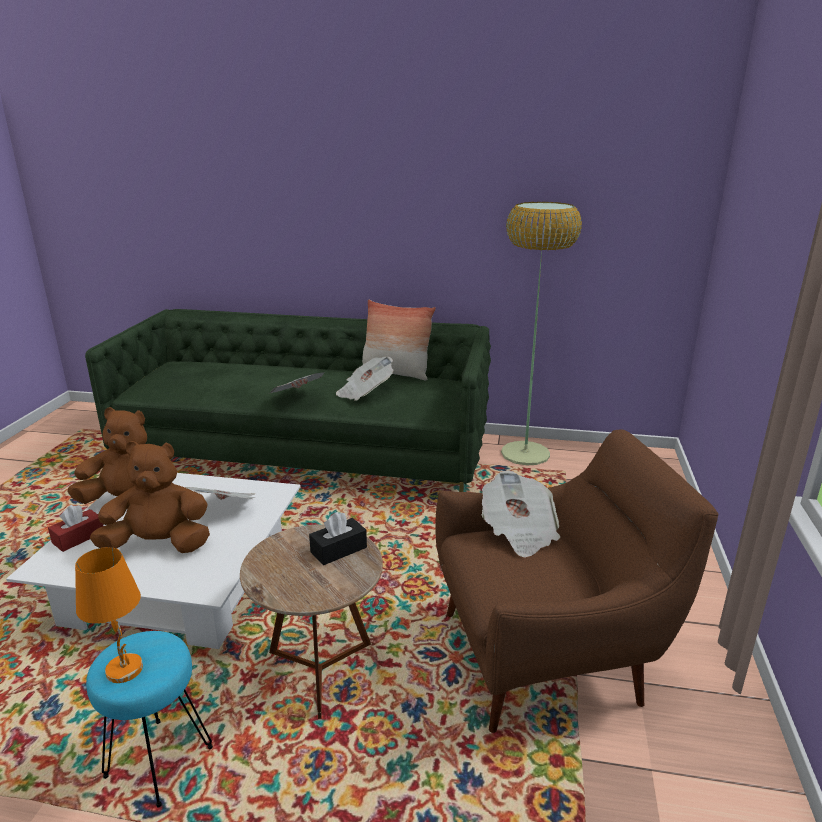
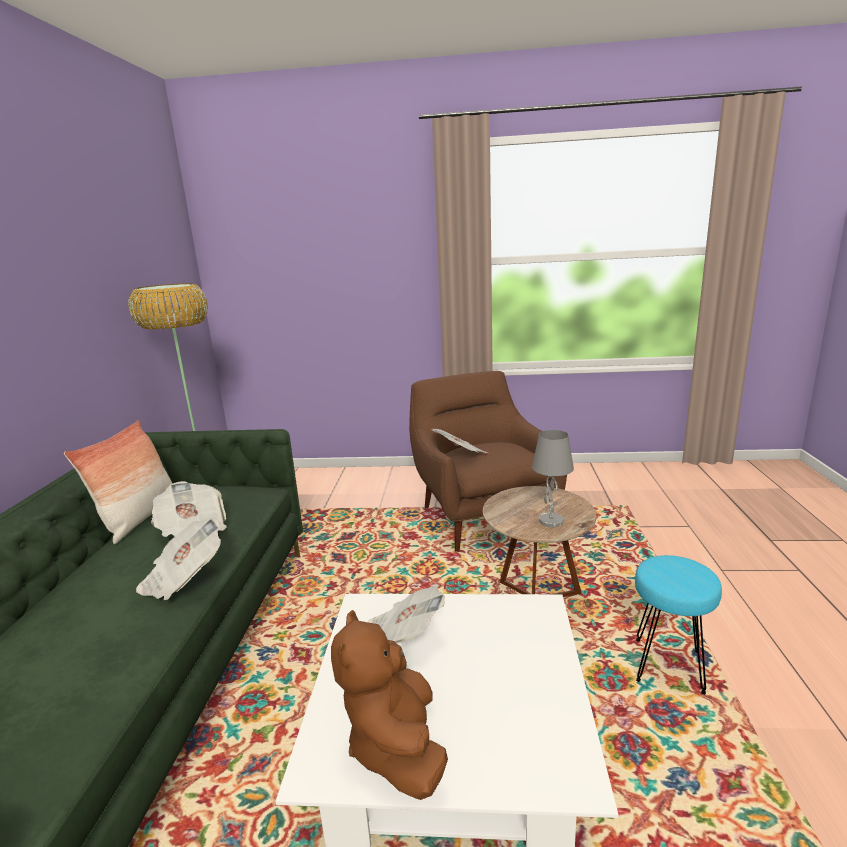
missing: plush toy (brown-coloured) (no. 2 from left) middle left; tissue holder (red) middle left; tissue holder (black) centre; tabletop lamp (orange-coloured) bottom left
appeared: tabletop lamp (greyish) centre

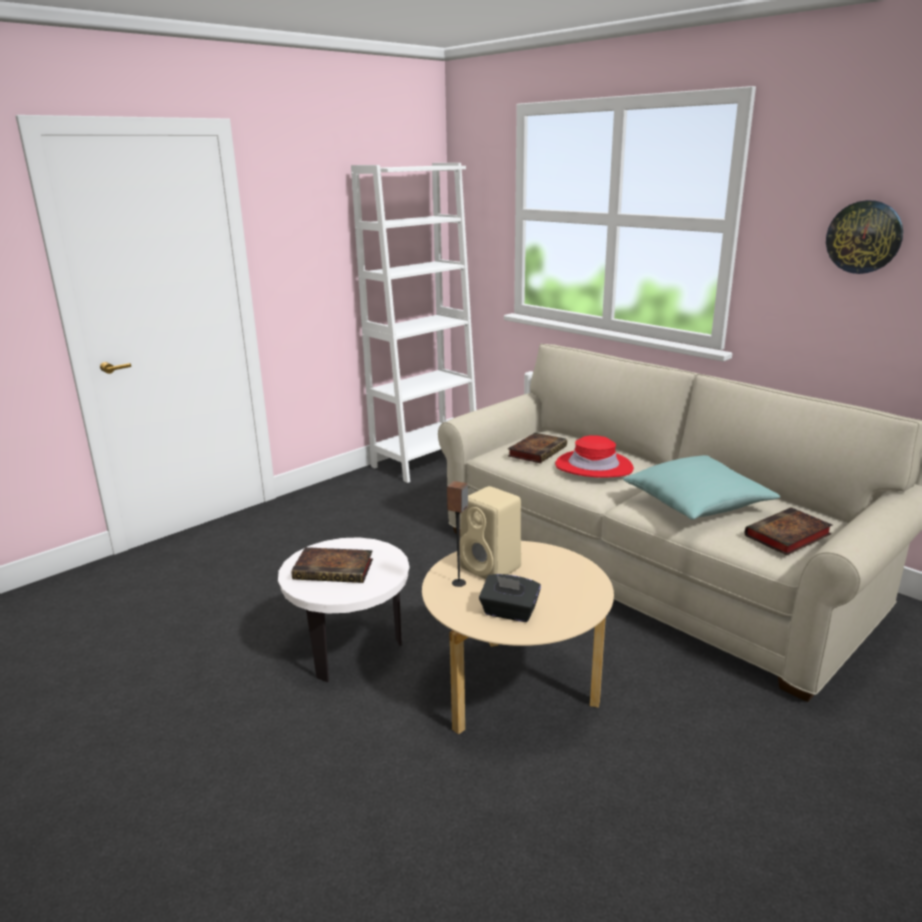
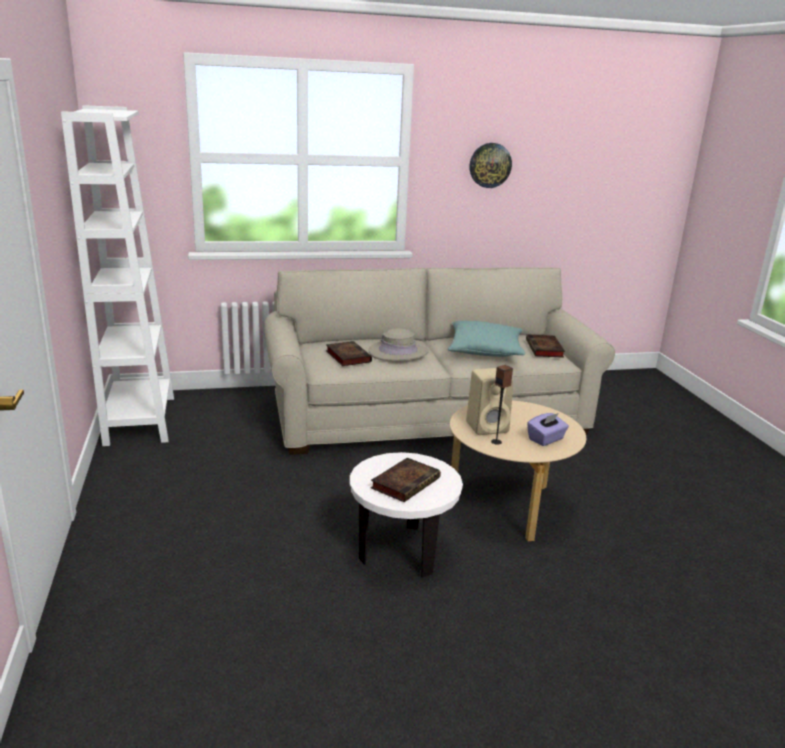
colour: clothing hat (red) centre to clothing hat (beige) centre; tissue holder (black) centre to tissue holder (purple) middle right

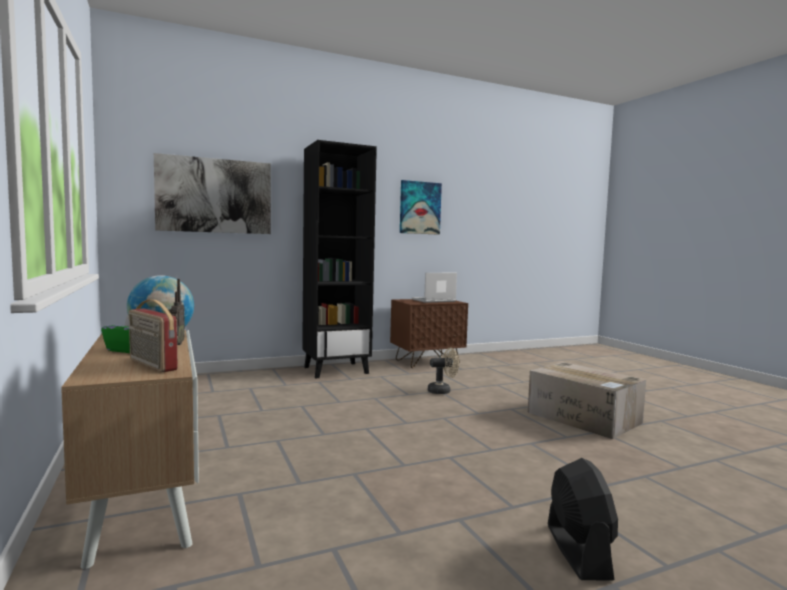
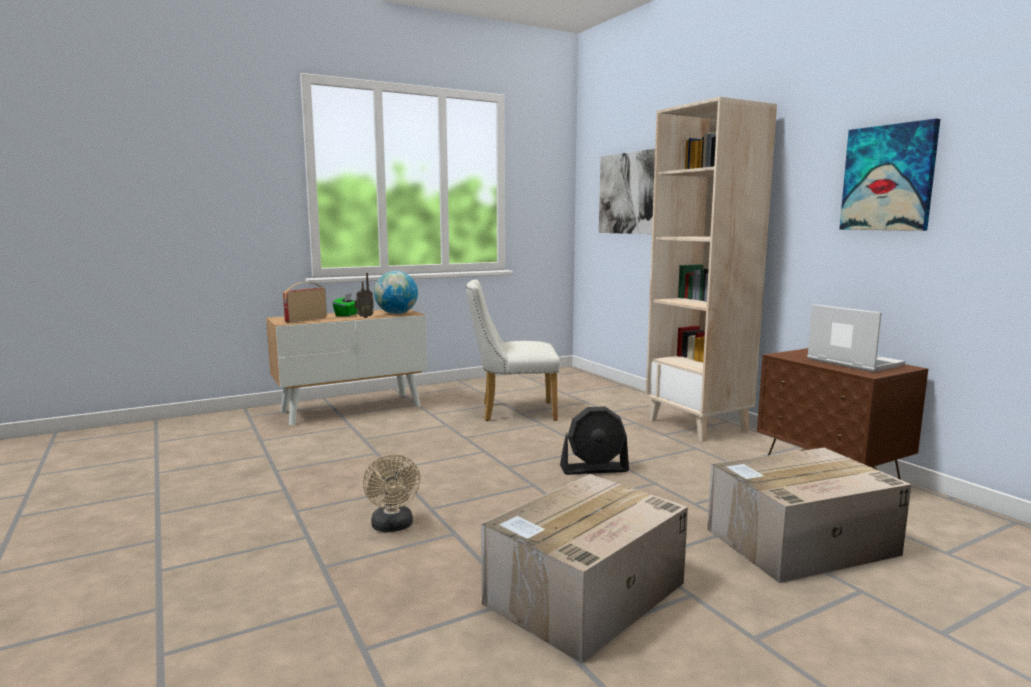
appeared: upright chair (white) centre; cardboard box (no. 2 from left) bottom right
relocated: electric fan (beige) centre to bottom centre; electric fan (black) bottom right to centre
colour: bookcase (black) centre to bookcase (beige) middle right

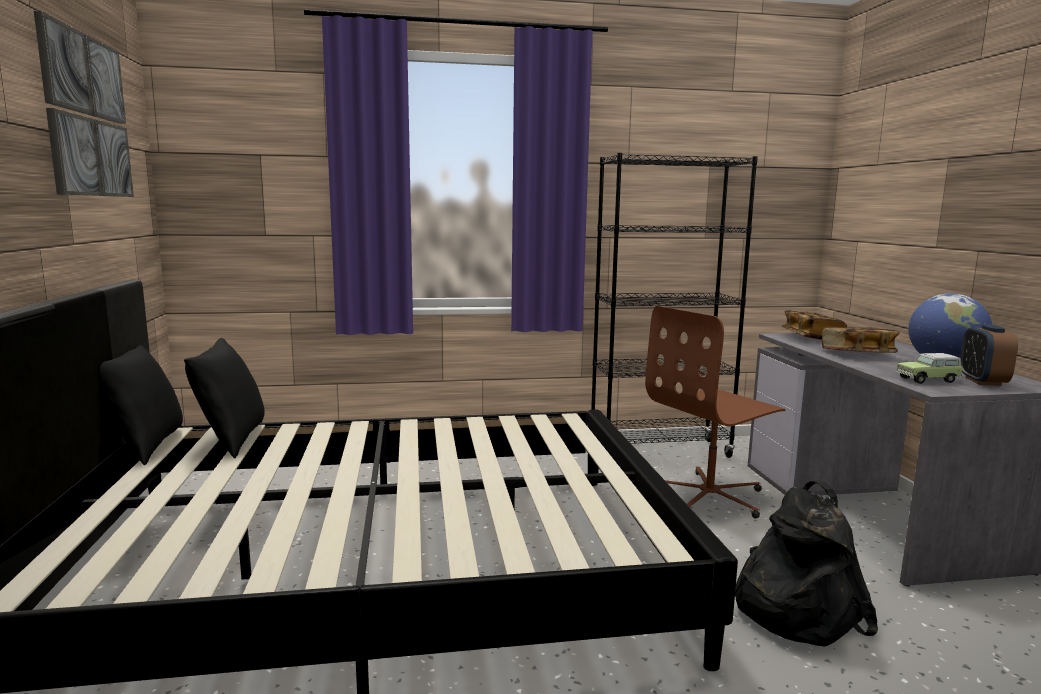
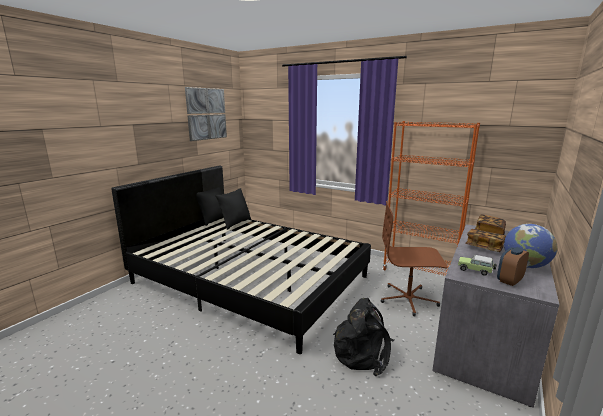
colour: bookcase (black) centre to bookcase (orange-coloured) middle right

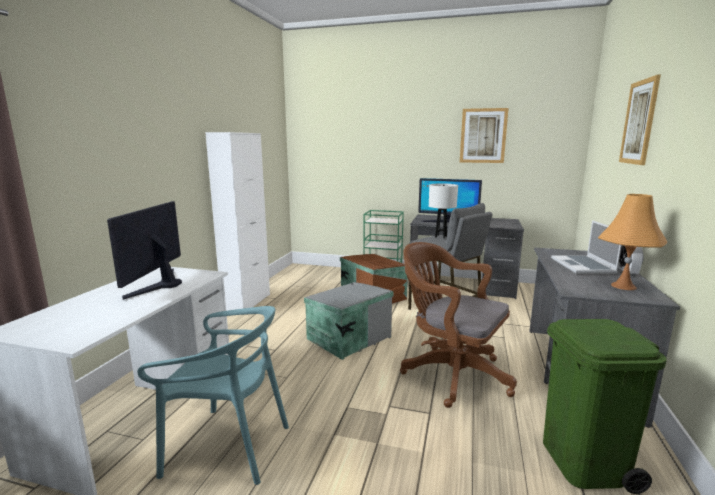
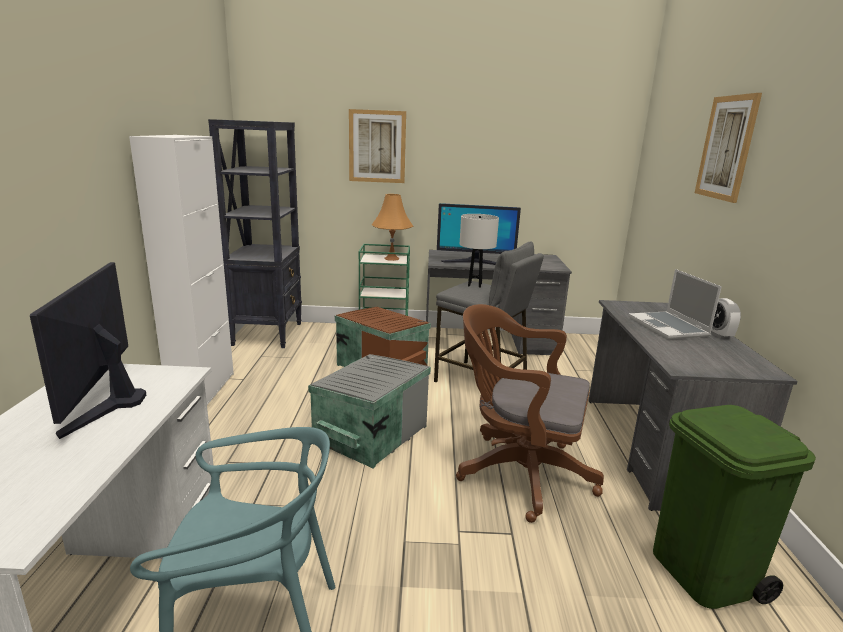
appeared: bookcase (black) middle left
relocated: wall art (no. 1 from left) top right to top centre; tabletop lamp (orange-coloured) middle right to centre

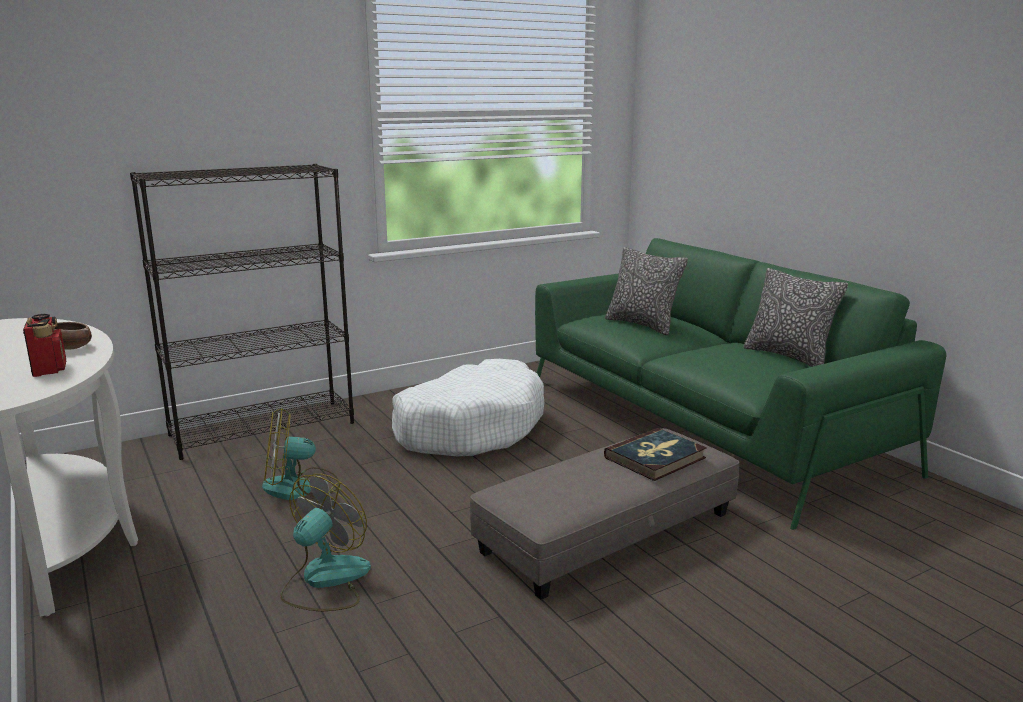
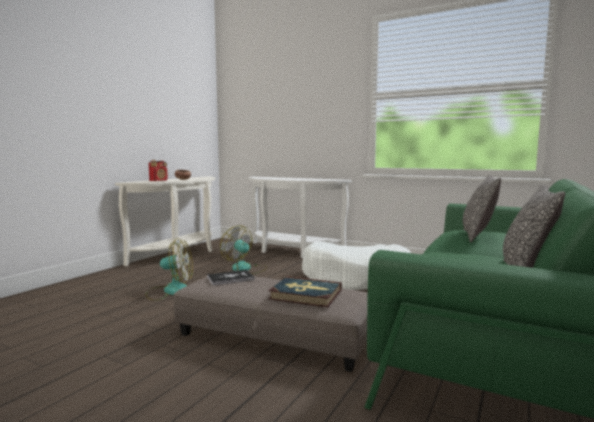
appeared: book (no. 1 from left) centre
exchanged: bookcase (black) middle left to hall table (white) (no. 2 from left) centre

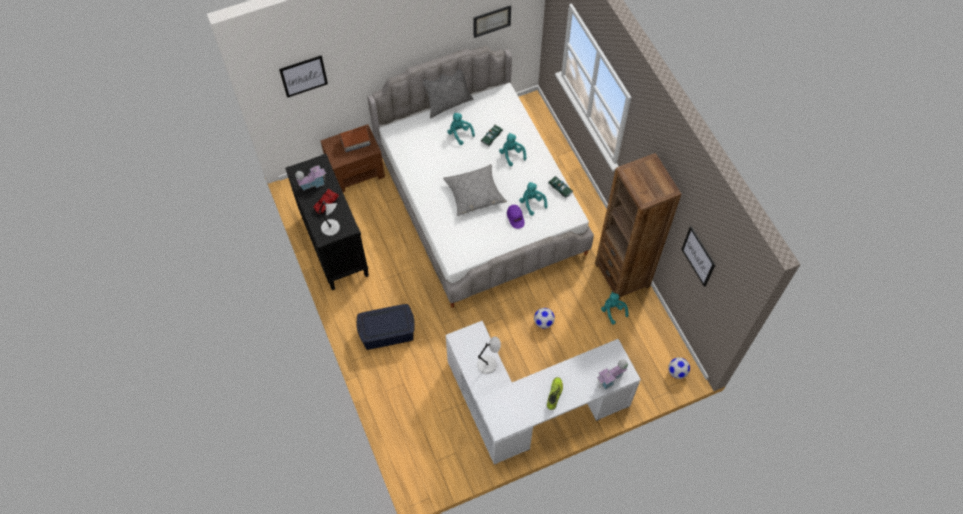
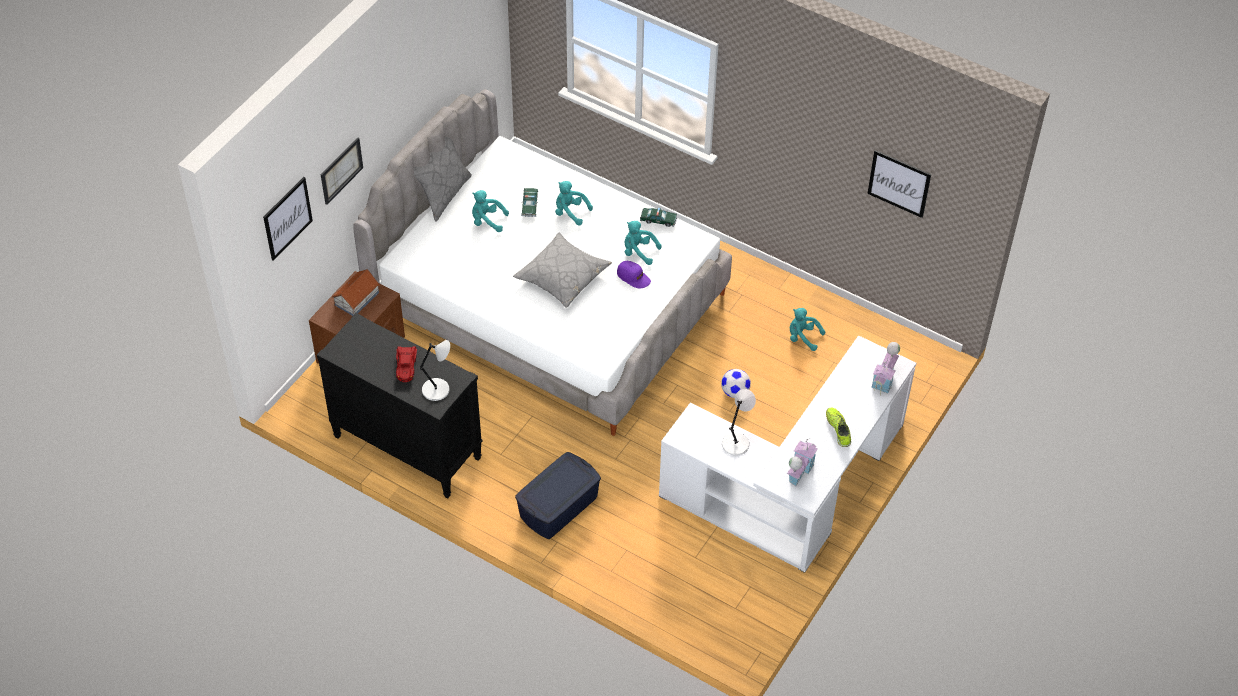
missing: bookcase (brown-coloured) centre; football (no. 2 from left) bottom right
relocated: wall art (no. 2 from left) top centre to top left; toy house (no. 1 from left in the first image) middle left to toy house (no. 2 from left) centre

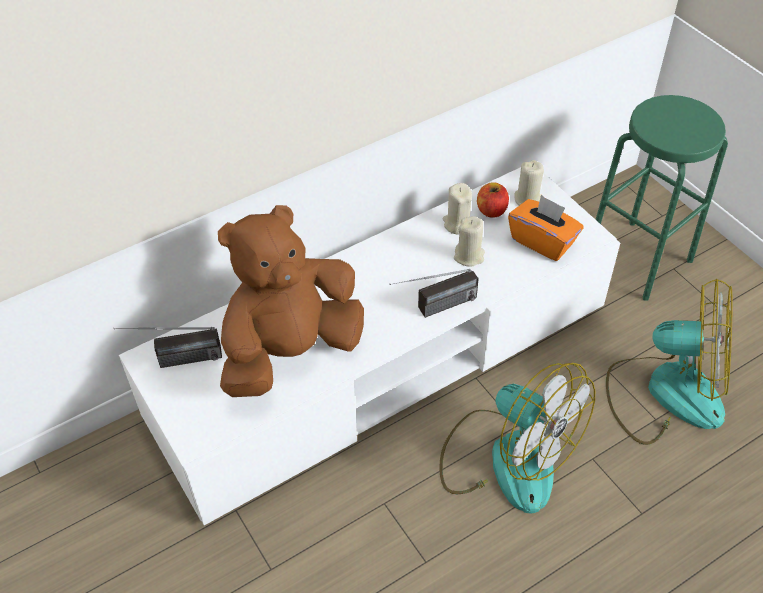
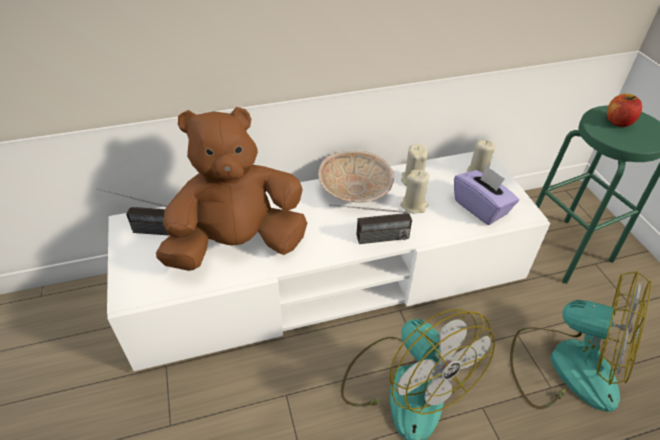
appeared: serving bowl (beige) centre
relocated: apple centre to top right
colour: tissue holder (orange-coloured) middle right to tissue holder (purple) middle right

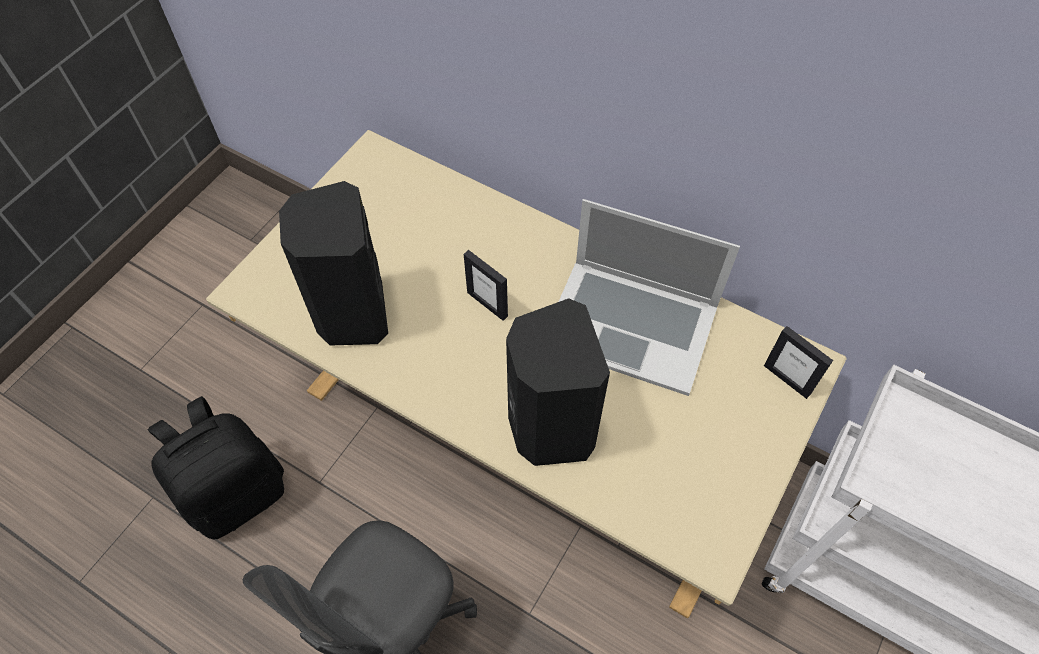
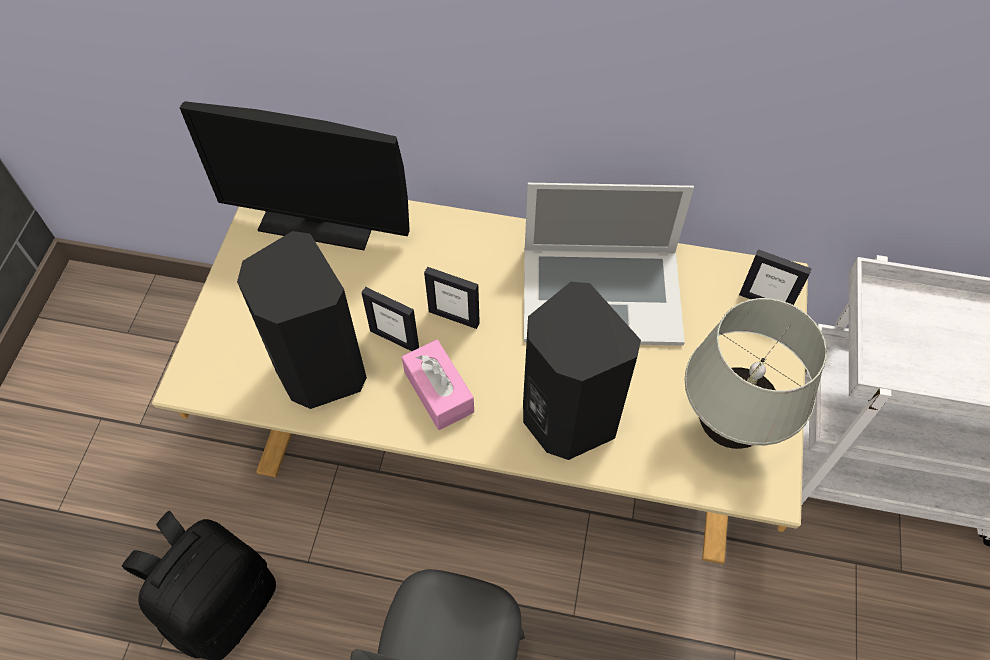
appeared: computer screen top left; standing frame (no. 1 from left) centre; tabletop lamp (white) middle right; tissue holder (pinkish) centre

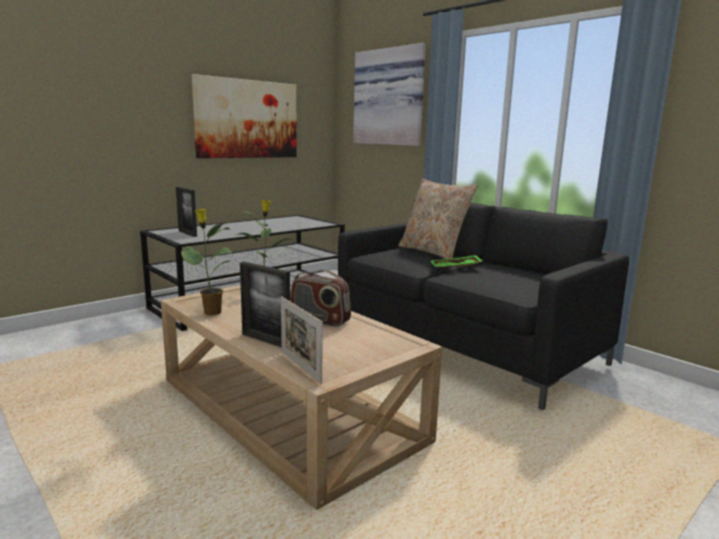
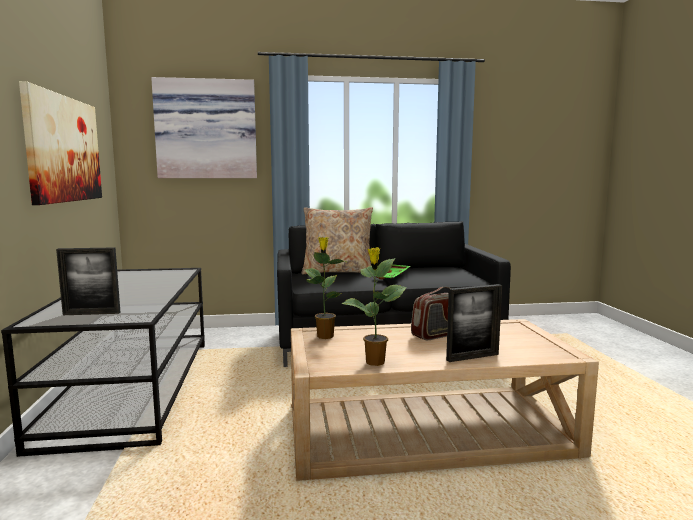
missing: standing frame (no. 3 from left) centre

